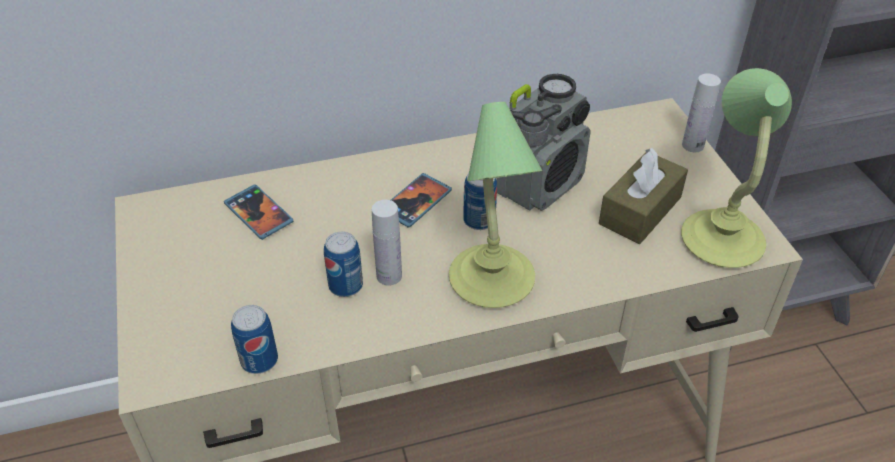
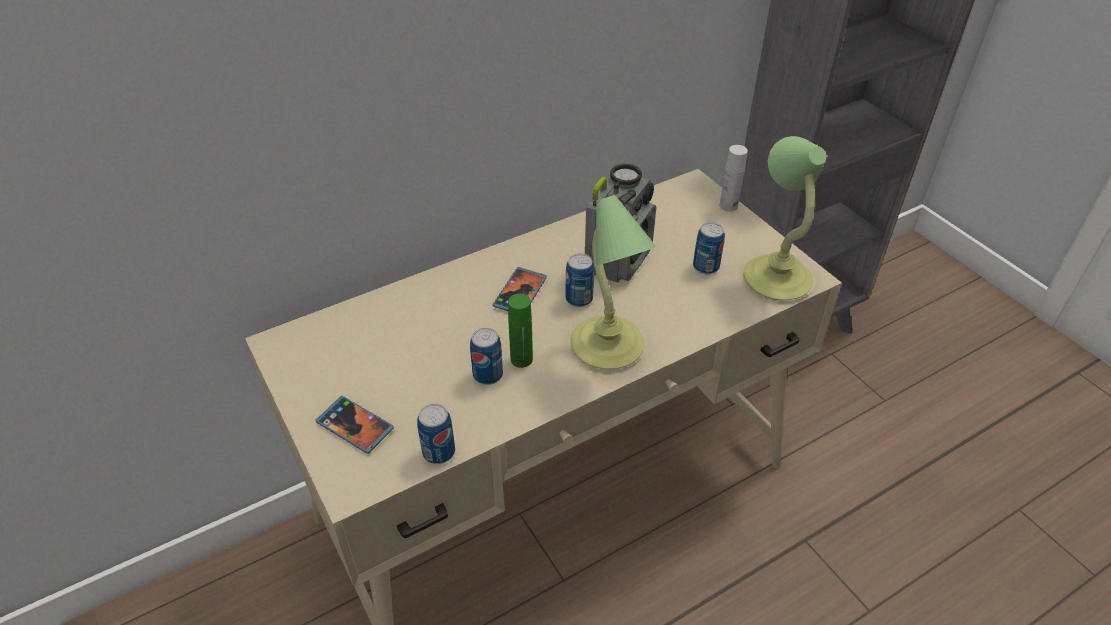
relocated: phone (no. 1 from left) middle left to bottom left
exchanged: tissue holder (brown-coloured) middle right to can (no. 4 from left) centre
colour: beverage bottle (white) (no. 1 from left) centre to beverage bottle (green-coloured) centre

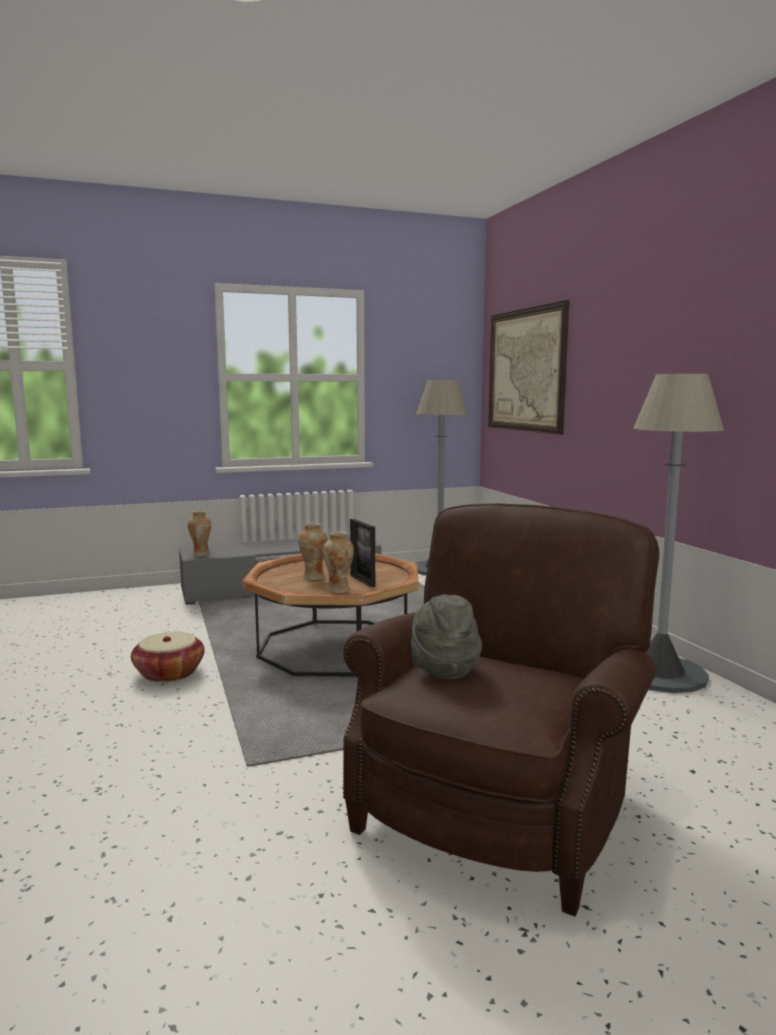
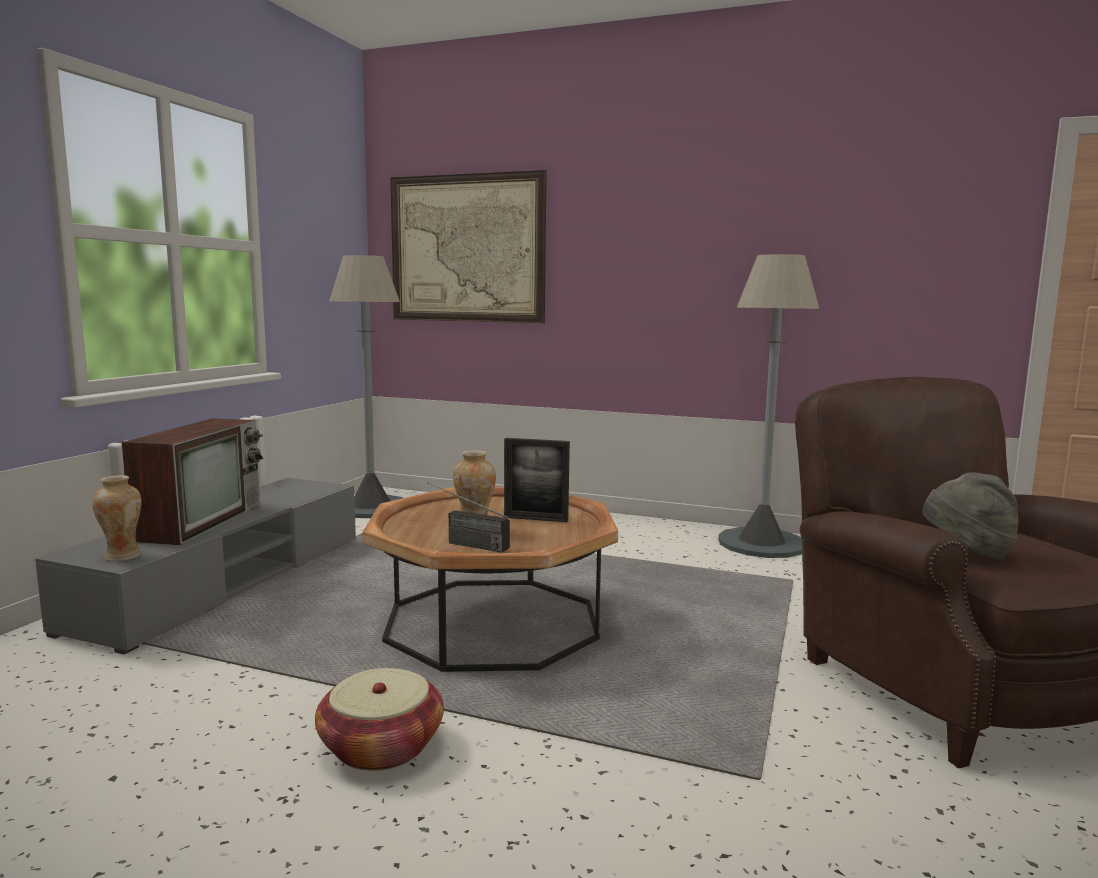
missing: vase (no. 3 from left) centre
appeared: TV set middle left; radio centre

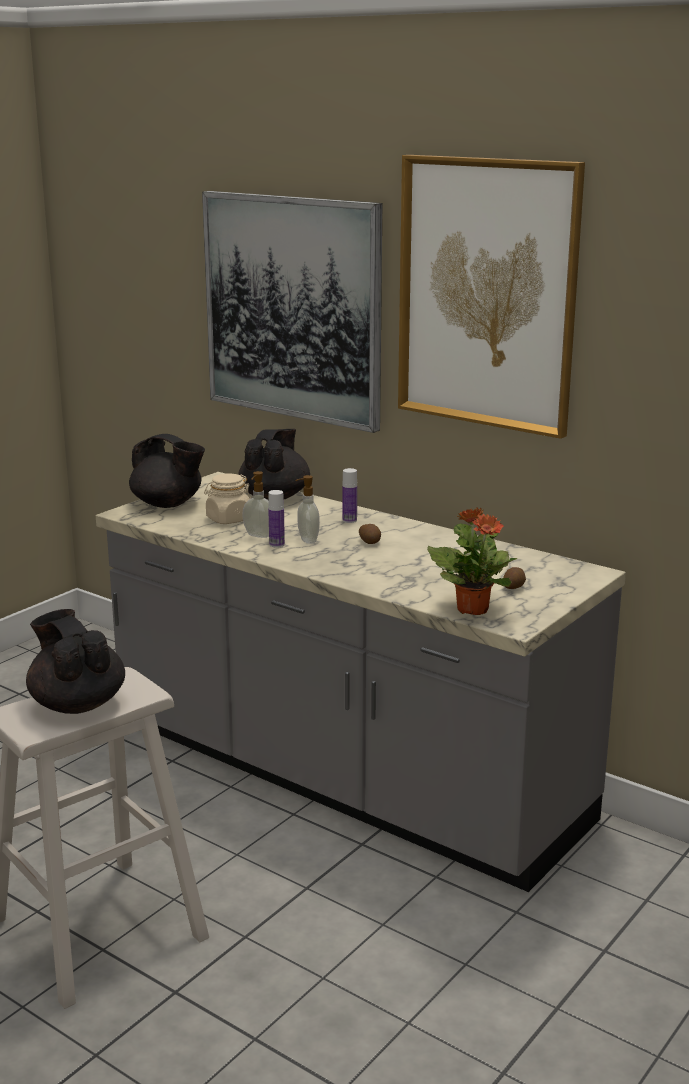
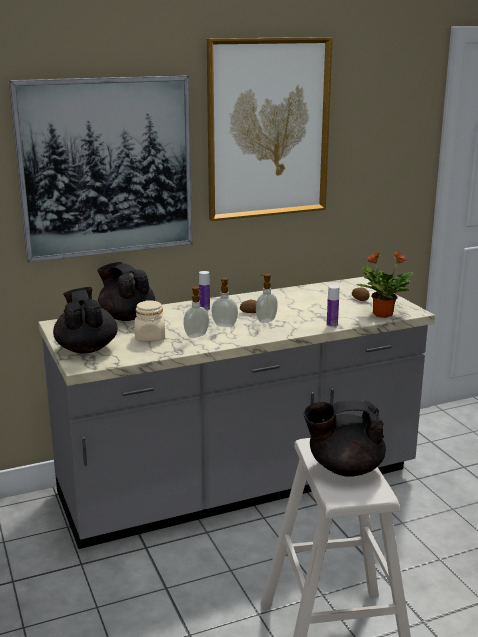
appeared: soap dispenser (no. 3 from left) centre
relocated: beverage bottle (no. 1 from left in the first image) centre to beverage bottle (no. 2 from left) middle right
spun: teapot (black) (no. 2 from left in the first image) middle left = middle left 75 degrees counterclockwise

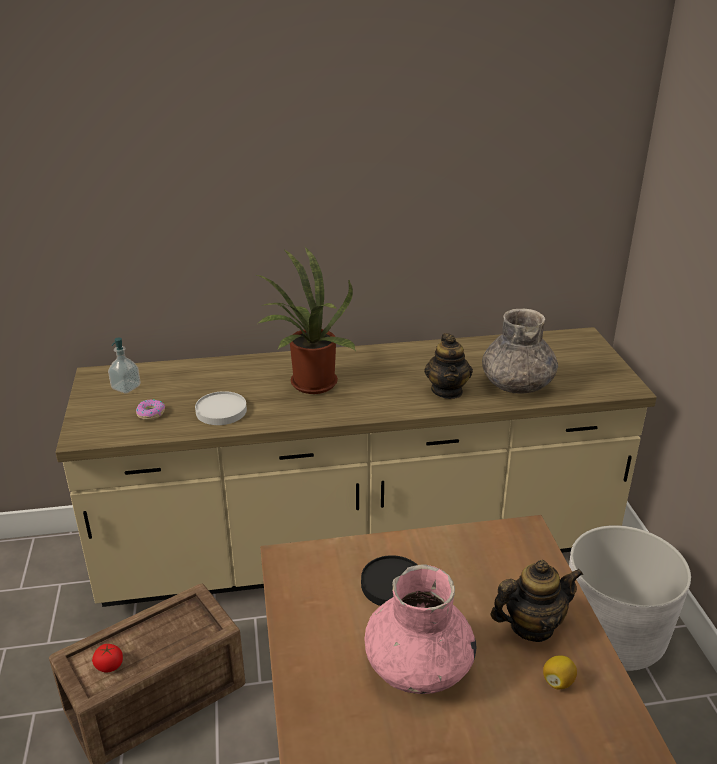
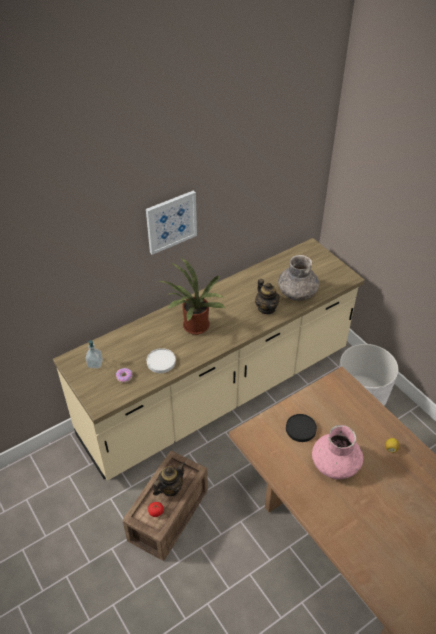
appeared: wall art centre
relocated: teapot (no. 2 from left in the first image) bottom right to teapot (no. 1 from left) bottom centre

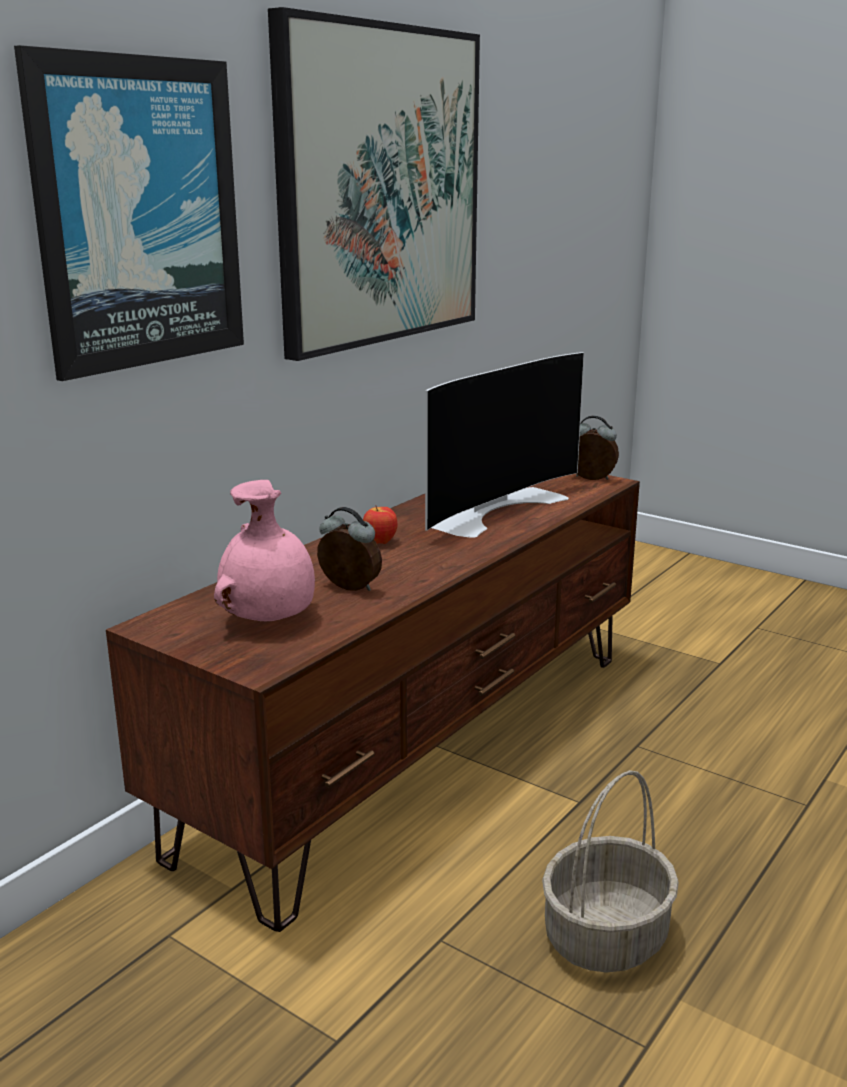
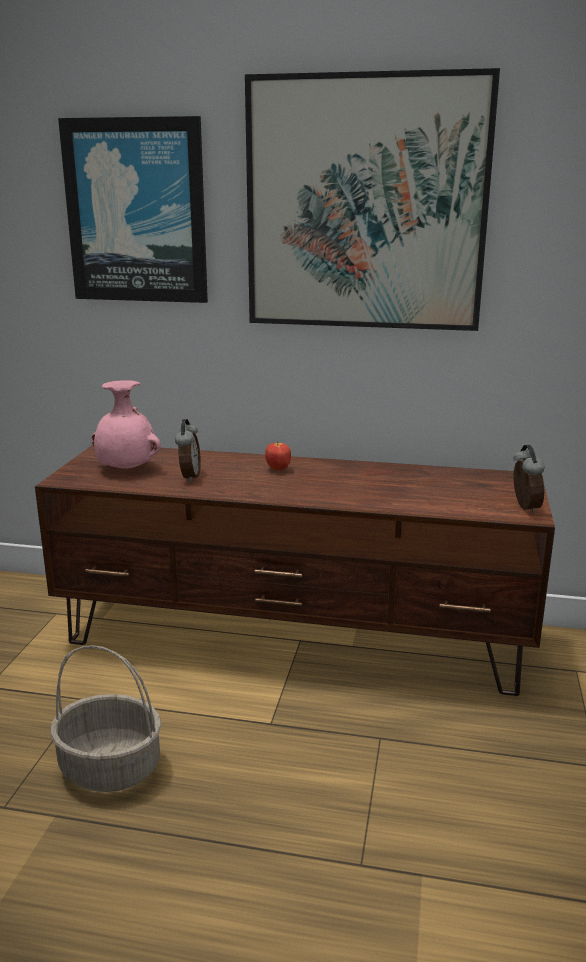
missing: TV set centre

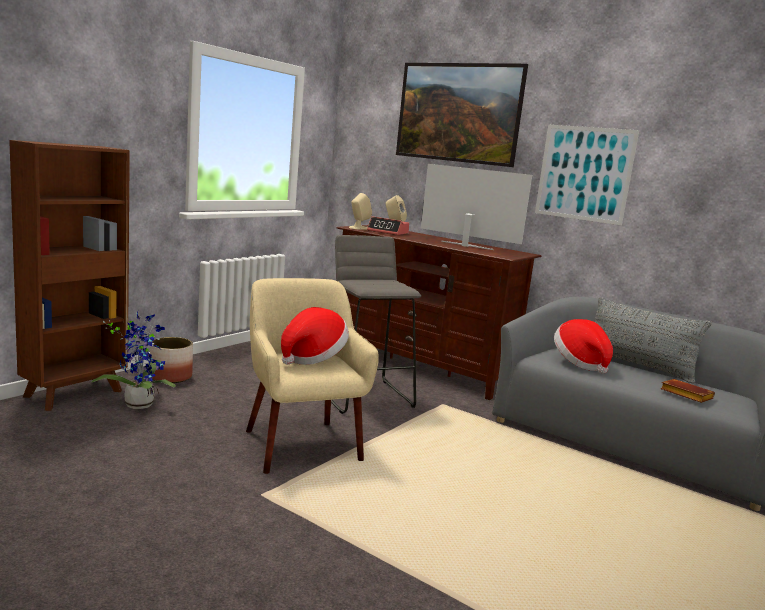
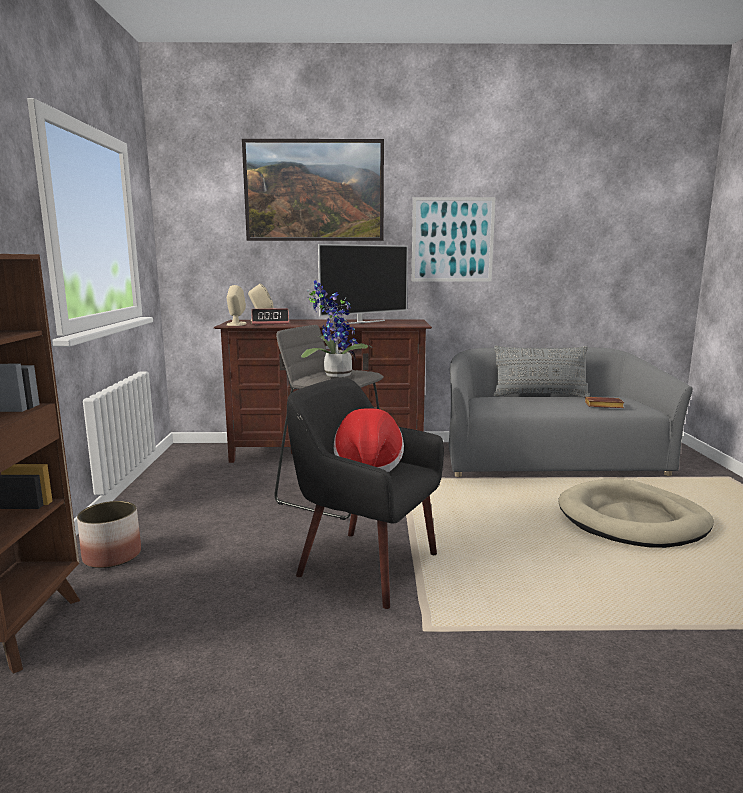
missing: clothing hat (no. 2 from left) middle right
appeared: dog bed (beige) middle right
relocated: plant in a pot middle left to centre
colour: lounge chair (beige) centre to lounge chair (black) centre
spun: TV set centre = centre 150 degrees clockwise

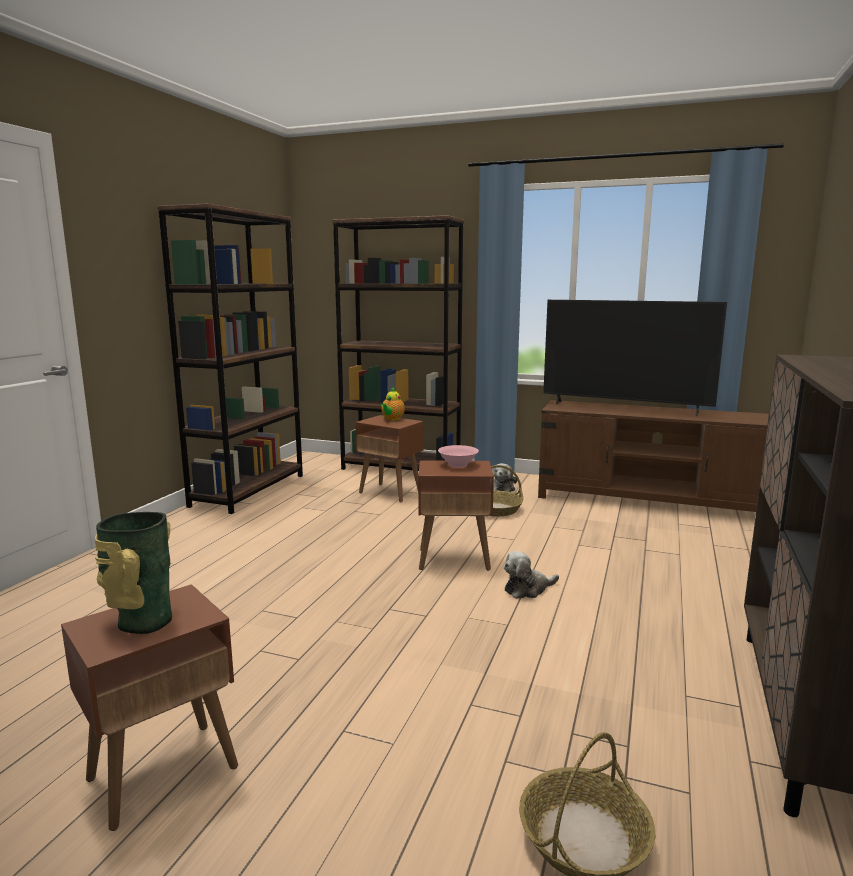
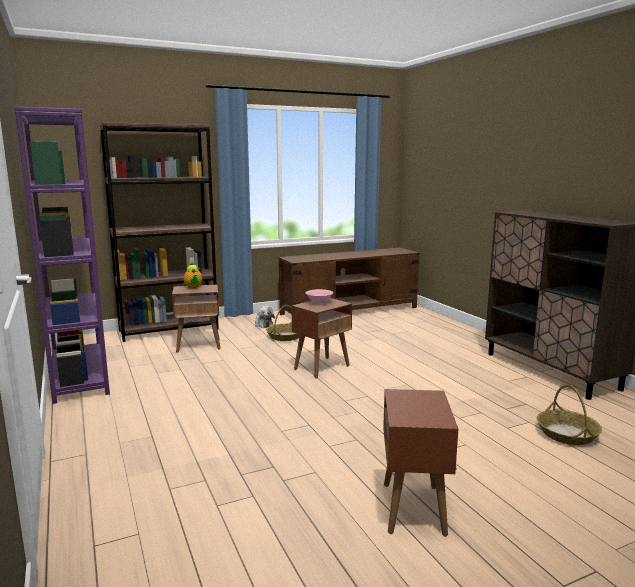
missing: TV set middle right; vase middle left; plush toy (no. 2 from left) centre
colour: bookcase (brown-coloured) (no. 1 from left) middle left to bookcase (purple) middle left

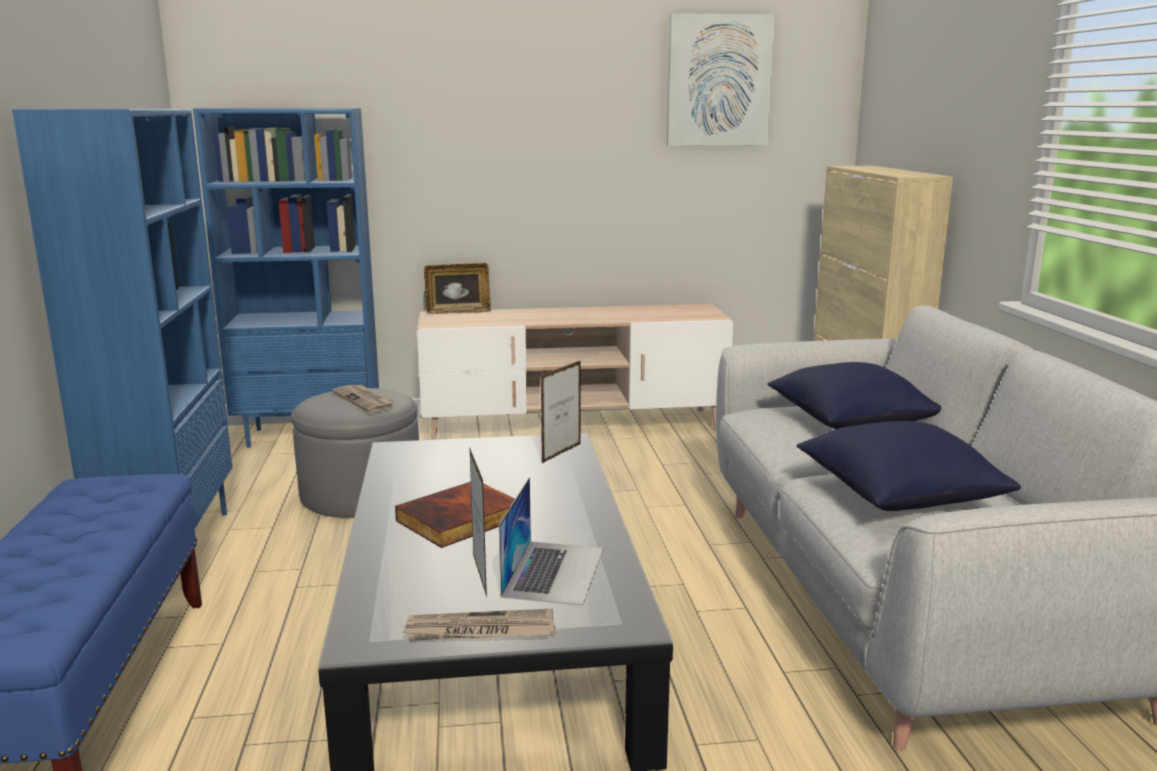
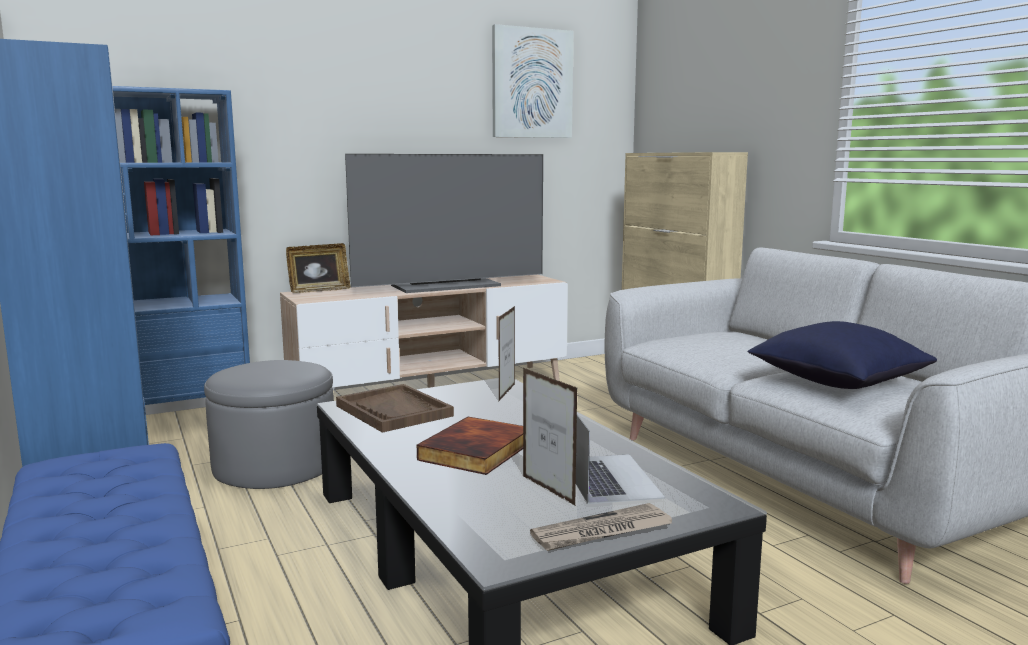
missing: cushion (blue-coloured) (no. 1 from left) middle right; newspaper (no. 1 from left) middle left
appeared: TV set centre; serving tray (brown-coloured) centre

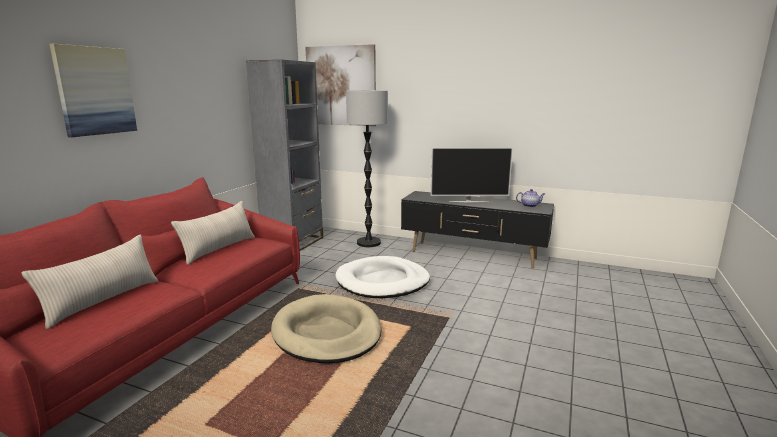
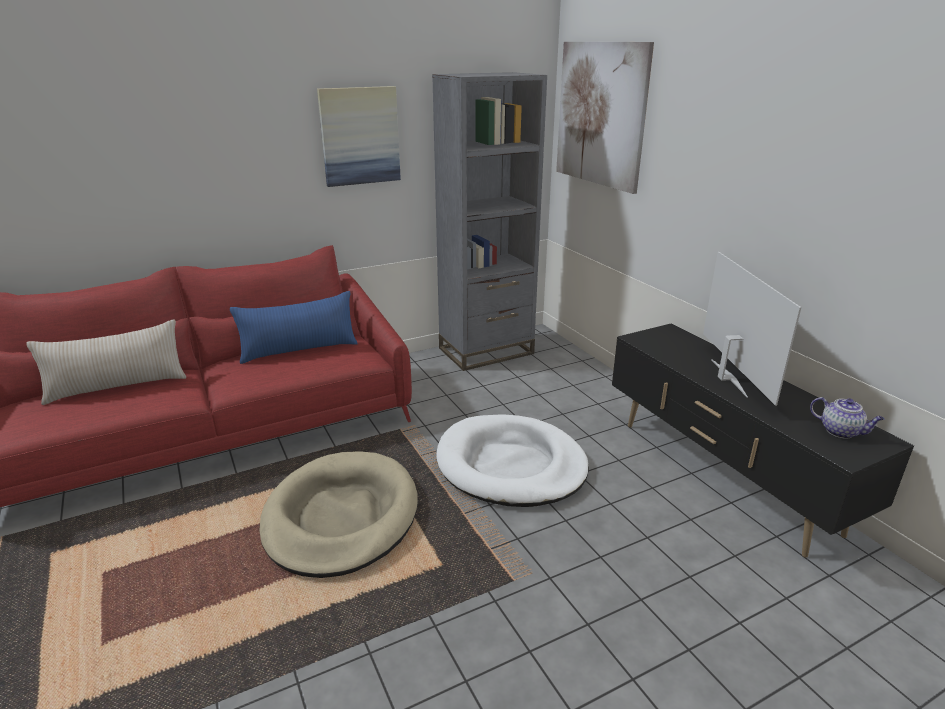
missing: standard lamp centre
relocated: wall art (no. 1 from left) top left to top centre
colour: cushion (beige) (no. 2 from left) middle left to cushion (blue-coloured) middle left
spun: TV set centre = middle right 135 degrees counterclockwise

